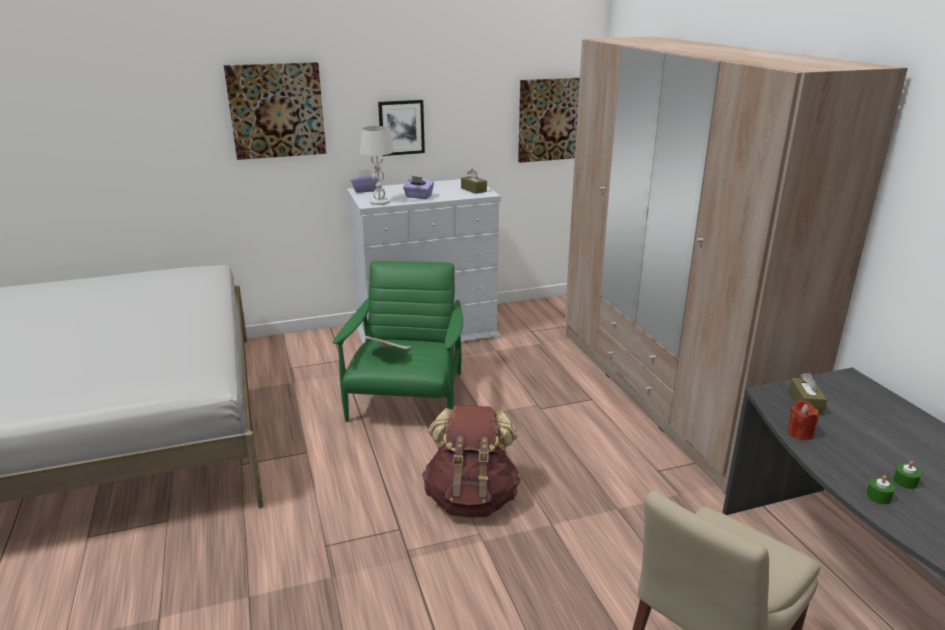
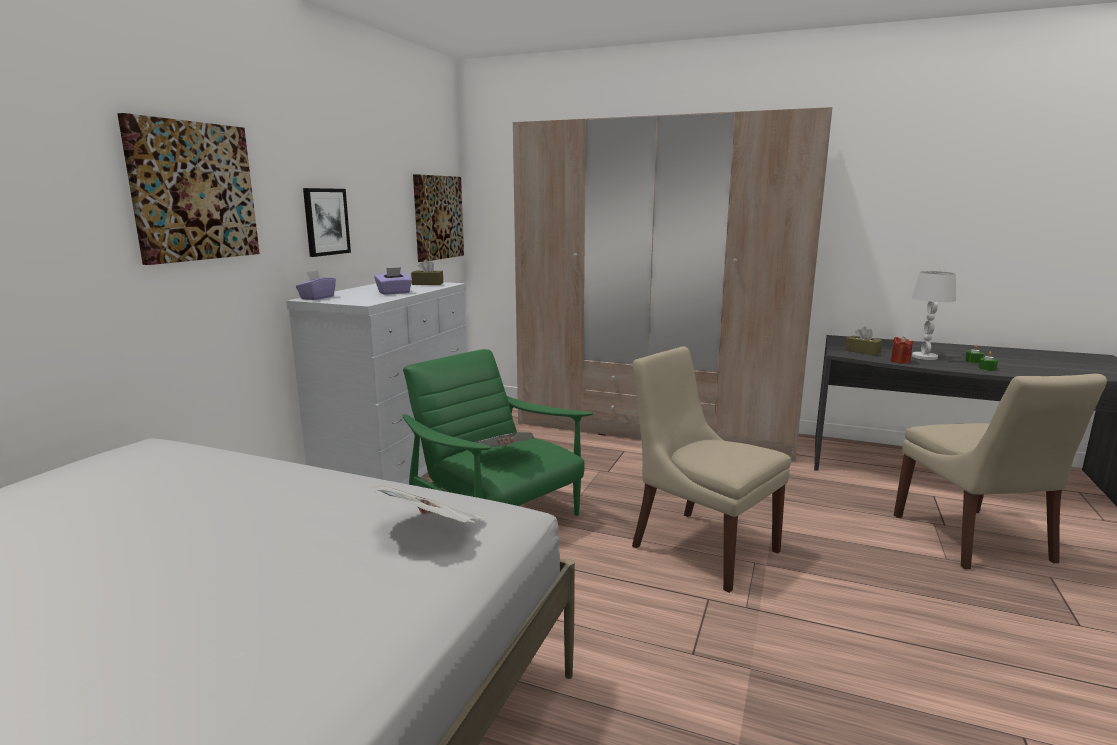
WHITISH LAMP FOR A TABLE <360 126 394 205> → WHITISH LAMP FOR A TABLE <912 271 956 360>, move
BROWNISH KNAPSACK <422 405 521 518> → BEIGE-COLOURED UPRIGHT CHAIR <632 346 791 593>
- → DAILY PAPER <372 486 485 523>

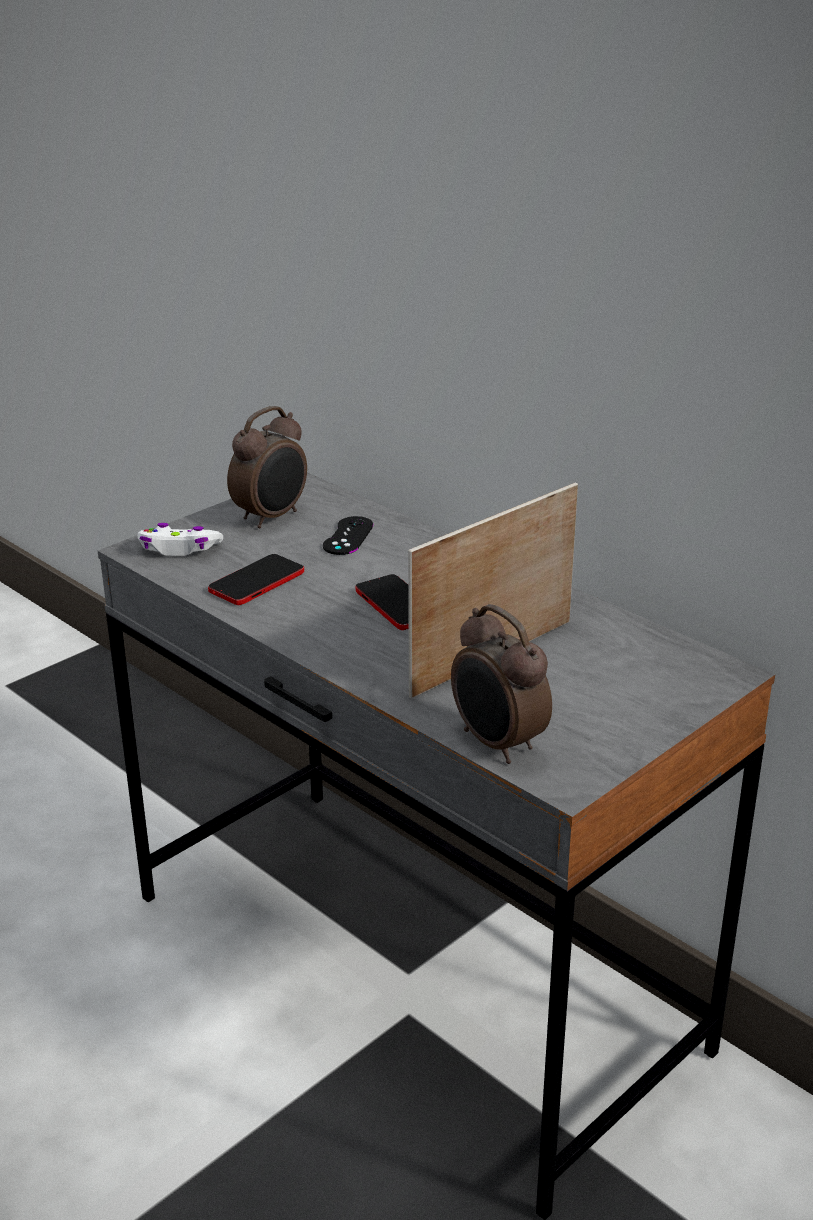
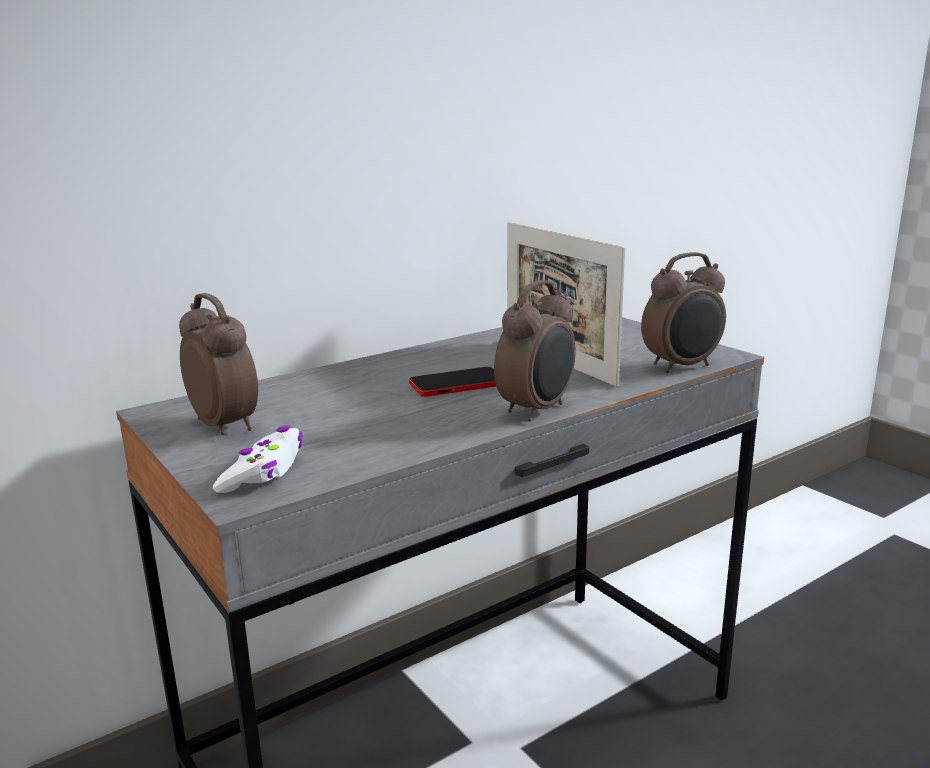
PHONE <208 554 304 605> → -
BLACKISH GAMEPAD <323 516 373 555> → -
- → TABLE CLOCK <494 280 576 422>

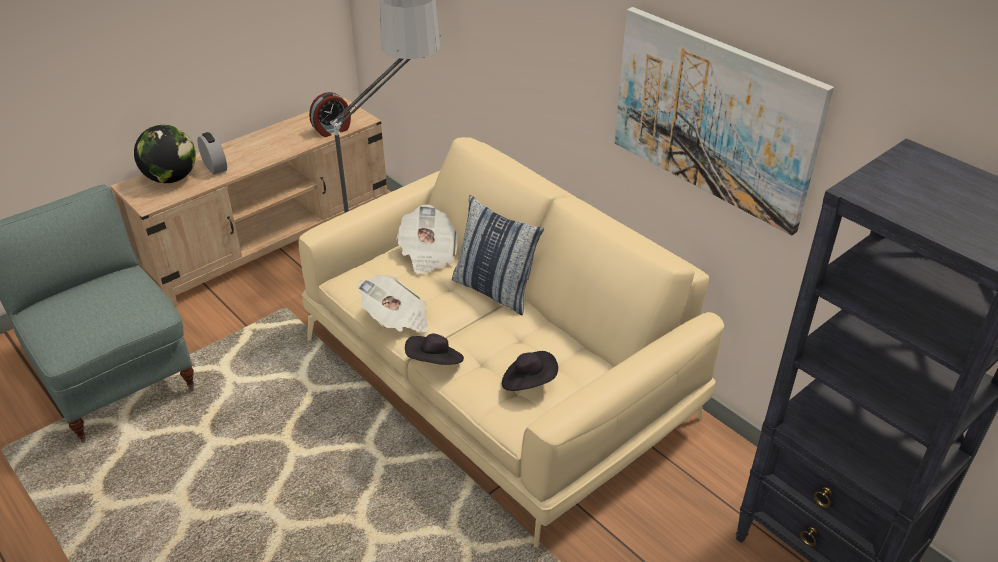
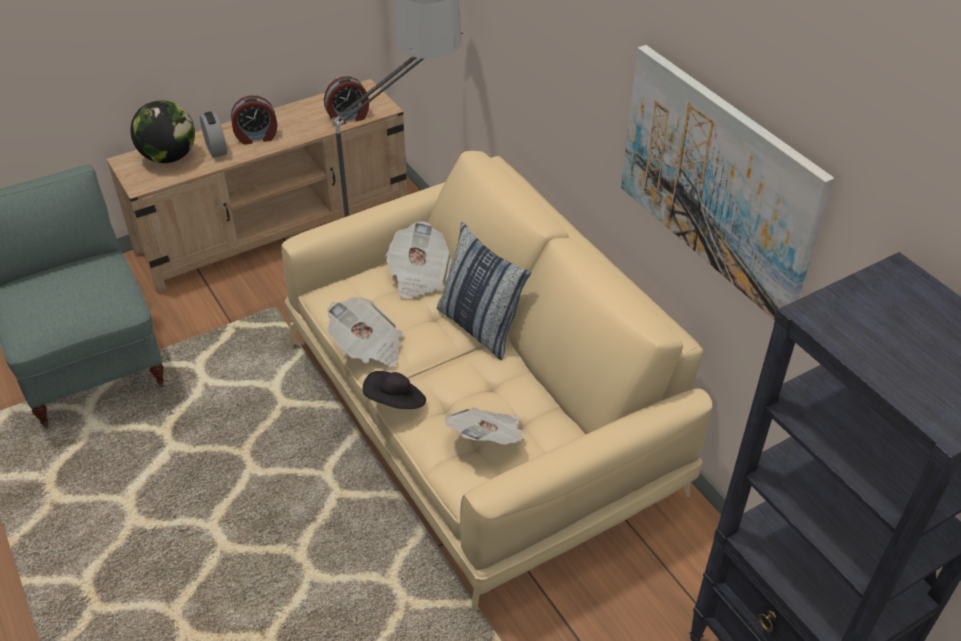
BLACKISH HAT <502 351 558 391> → DAILY PAPER <445 407 524 445>
- → TABLE CLOCK <231 96 278 145>

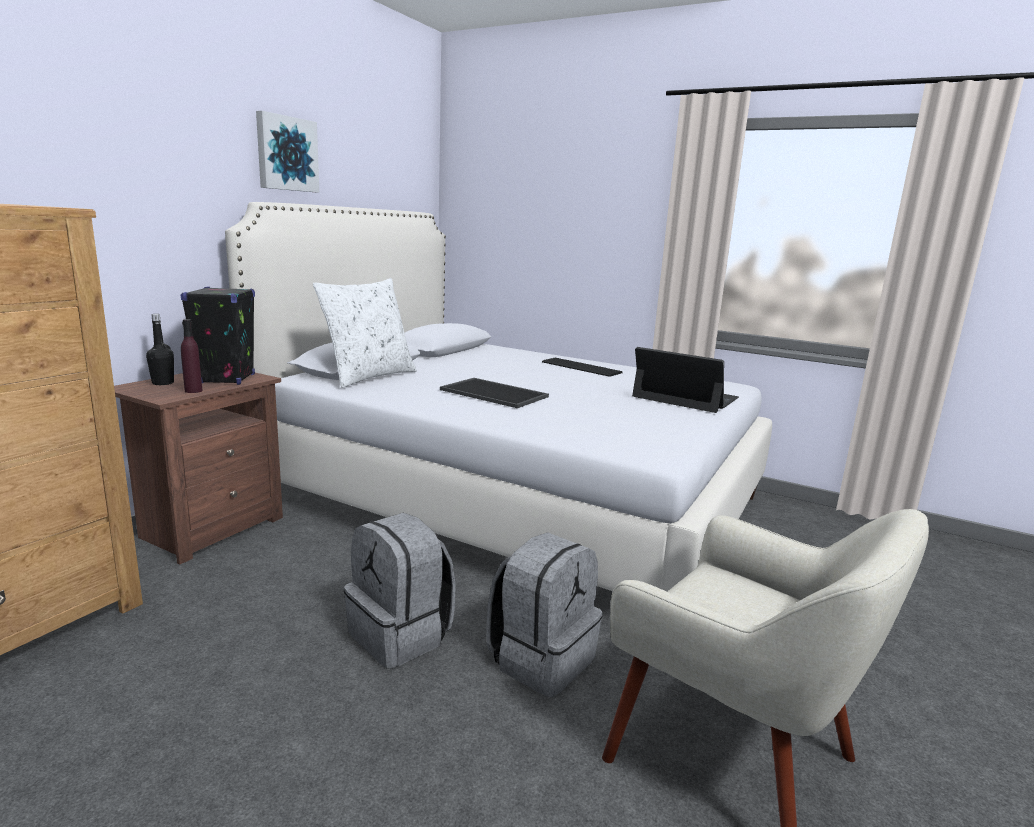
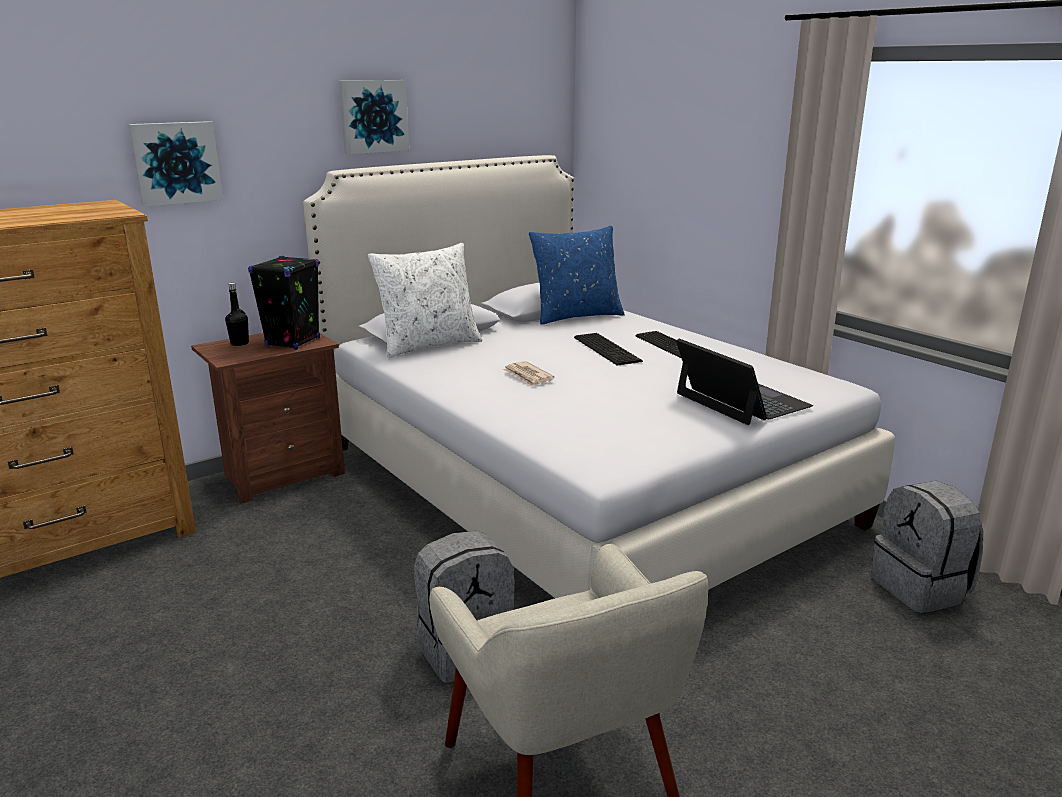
PURPLE-COLOURED BOTTLE <181 319 203 393> → -
GREY KNAPSACK <344 513 456 668> → GREY KNAPSACK <871 481 983 613>, move
SERVING TRAY <440 378 549 408> → DAILY PAPER <503 361 555 387>
- → PICTURE <128 121 223 207>
- → BLUE-COLOURED PILLOW <529 225 625 325>
- → KEYBOARD <574 333 643 366>

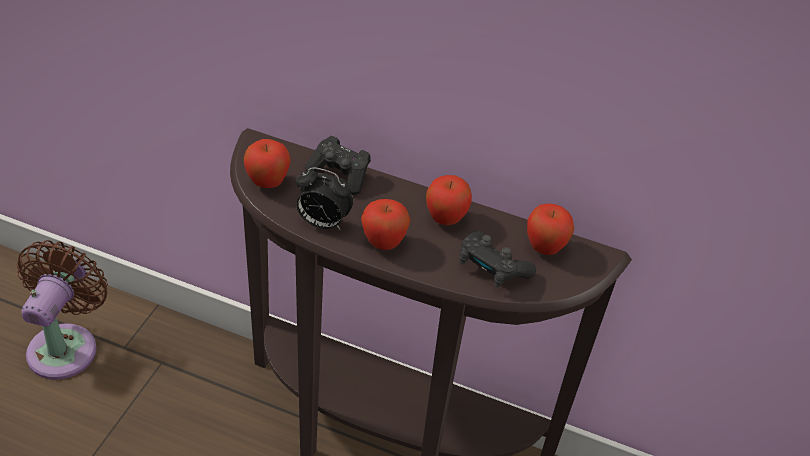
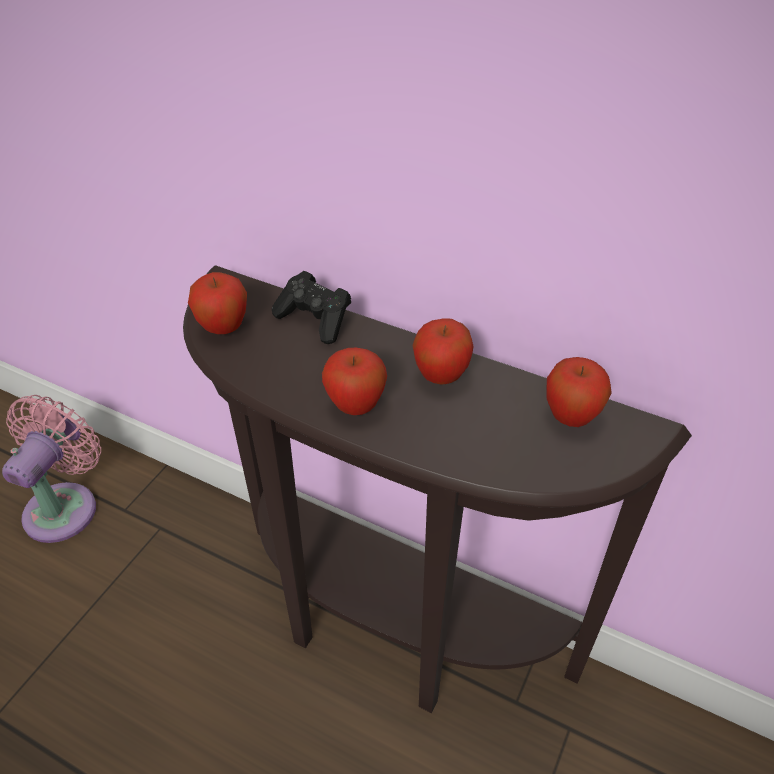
BROWNISH COOLING FAN <17 240 108 380> → PINK-COLOURED COOLING FAN <2 395 101 543>
TABLE CLOCK <296 167 354 230> → -
BLACKISH GAMEPAD <459 231 536 288> → -

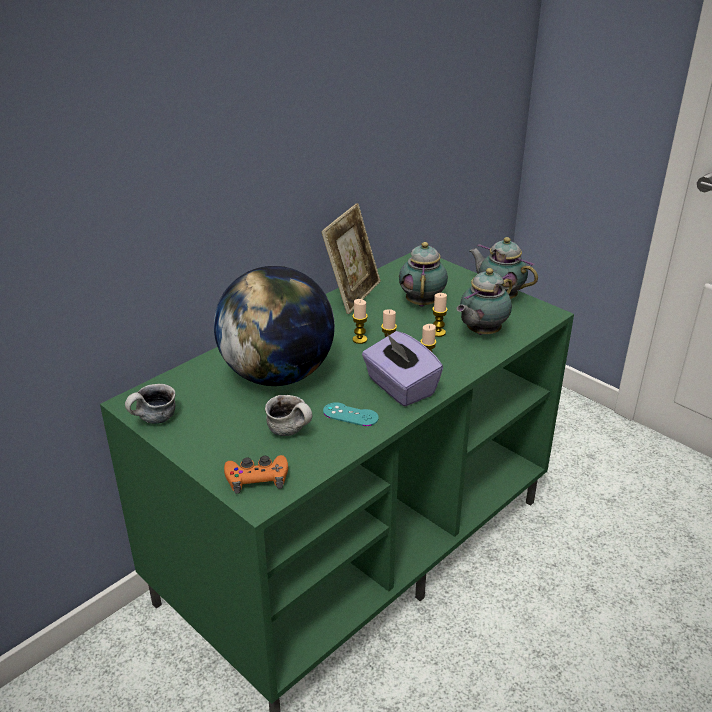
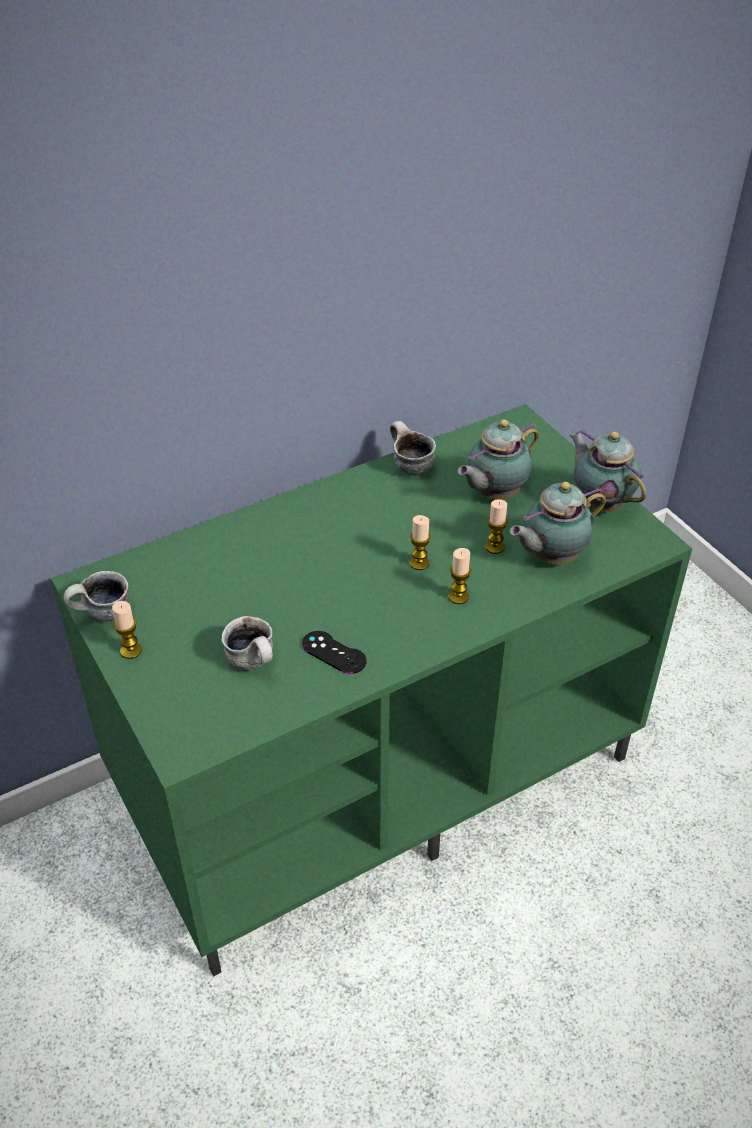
WORLD GLOBE <214 266 335 386> → -
ORANGEY GAMEPAD <224 455 288 494> → -
PHOTO FRAME <321 203 381 314> → TEA MUG <390 421 436 475>
BLUE-GREEN GAMEPAD <323 402 379 426> → BLACKISH GAMEPAD <302 631 367 674>
CANDLE <352 299 368 344> → CANDLE <112 601 142 659>, move
PURPLE-COLOURED TISSUE BOX <362 331 443 407> → -
TEA POT <399 242 448 307> → TEA POT <458 419 539 500>, 150 degrees counterclockwise

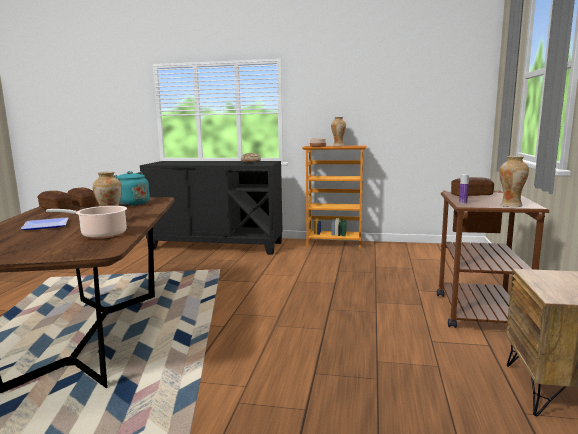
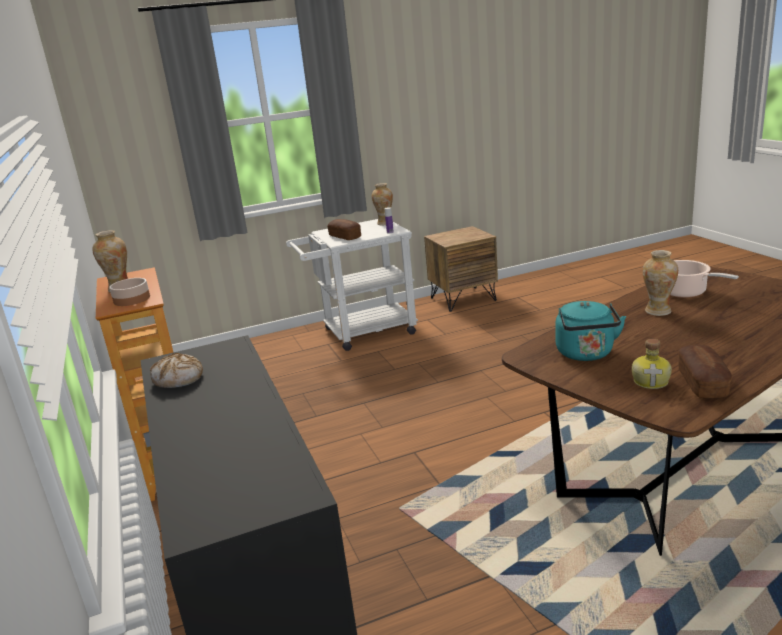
DINNER PLATE <21 217 68 230> → -
BAKERY BREAD <68 188 97 207> → BOTTLE <632 339 672 389>
BROWNISH CART <437 191 549 328> → WHITISH CART <286 219 418 351>

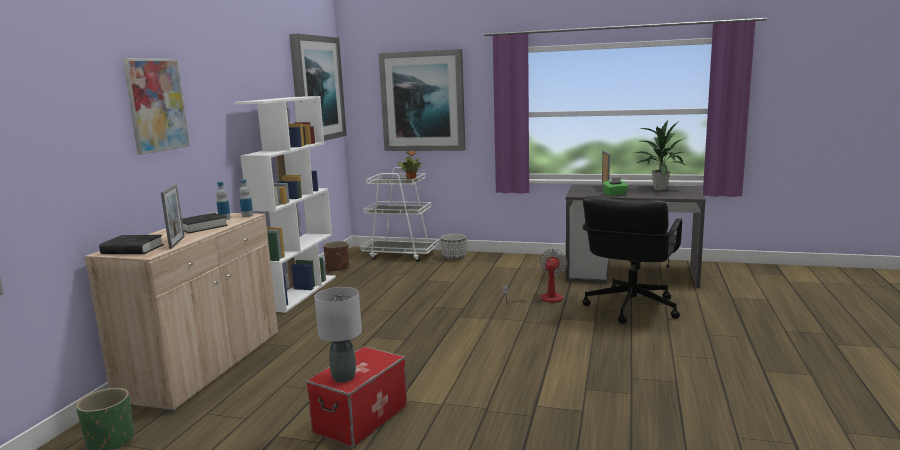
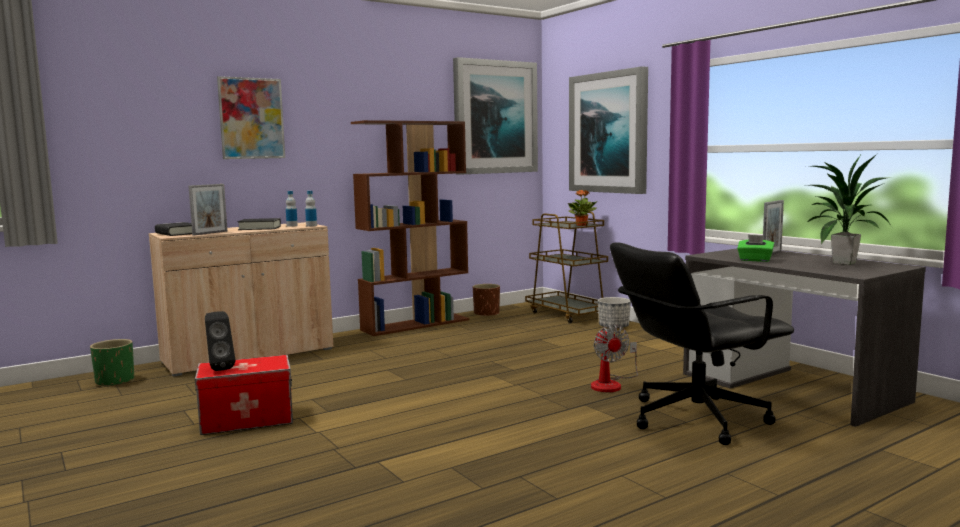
WHITISH BOOKCASE <234 96 336 313> → BROWNISH BOOKCASE <351 120 469 336>
GREY LAMP FOR A TABLE <315 287 362 383> → BLACKISH SPEAKER <205 311 235 371>
WHITISH CART <361 167 439 262> → BROWNISH CART <525 212 608 323>
COOLING FAN <502 249 567 306> → COOLING FAN <591 324 638 392>, 105 degrees clockwise

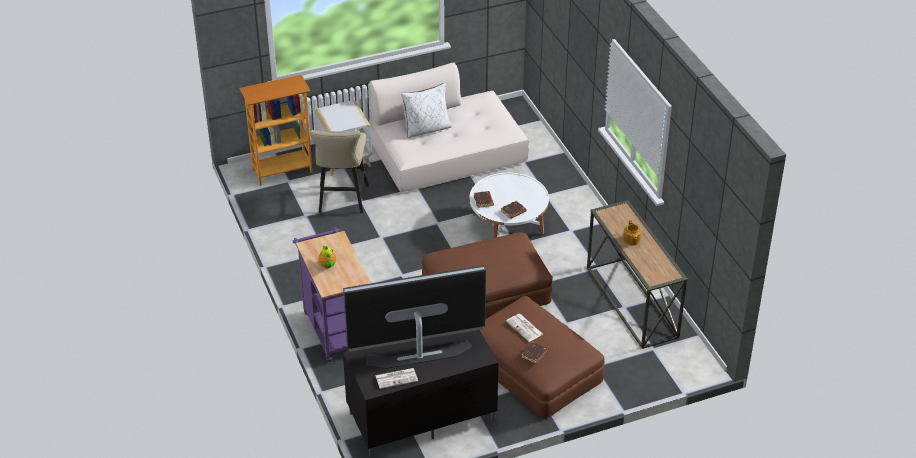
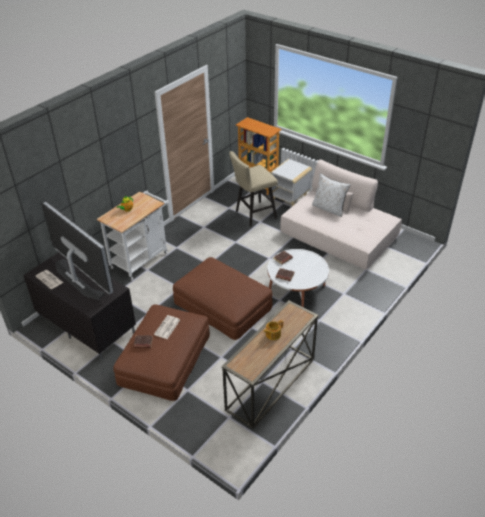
PURPLE-COLOURED CART <293 228 371 363> → WHITISH CART <97 191 169 280>

